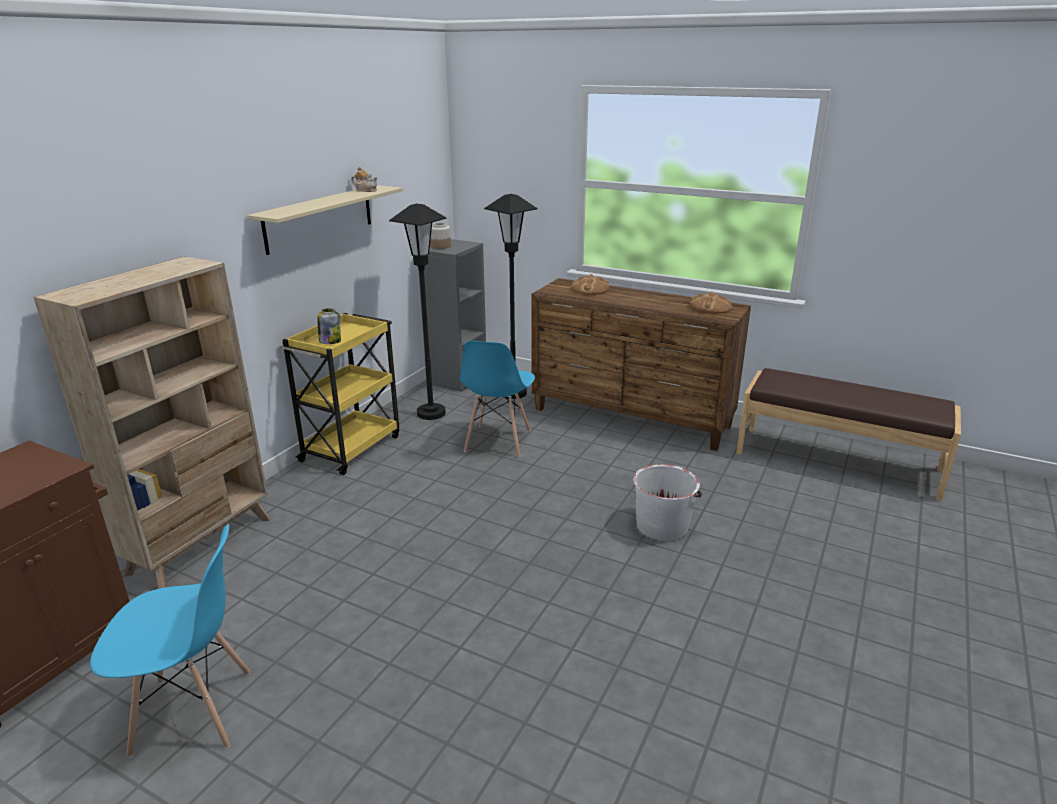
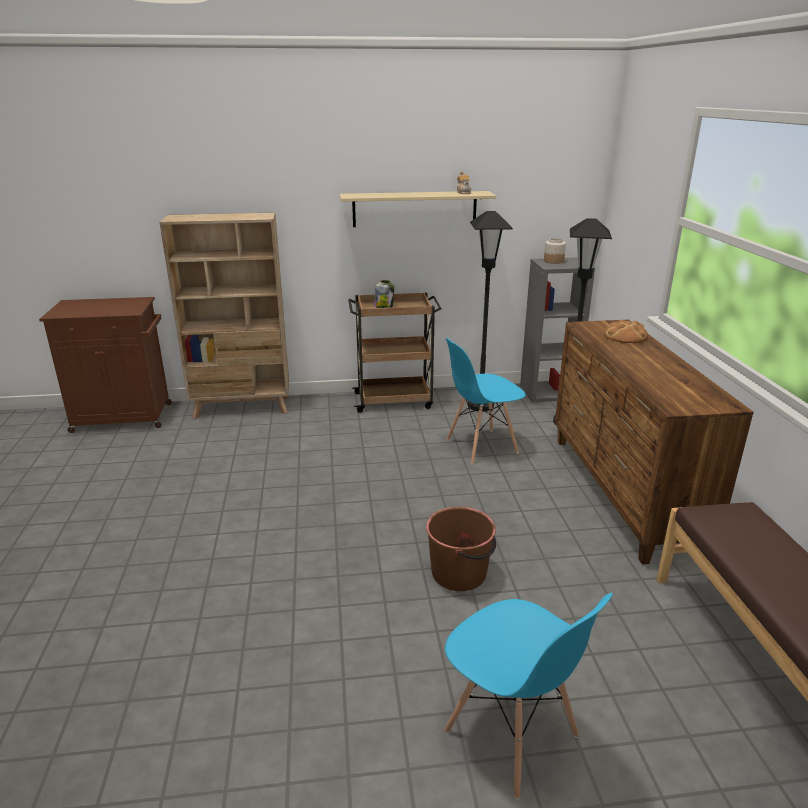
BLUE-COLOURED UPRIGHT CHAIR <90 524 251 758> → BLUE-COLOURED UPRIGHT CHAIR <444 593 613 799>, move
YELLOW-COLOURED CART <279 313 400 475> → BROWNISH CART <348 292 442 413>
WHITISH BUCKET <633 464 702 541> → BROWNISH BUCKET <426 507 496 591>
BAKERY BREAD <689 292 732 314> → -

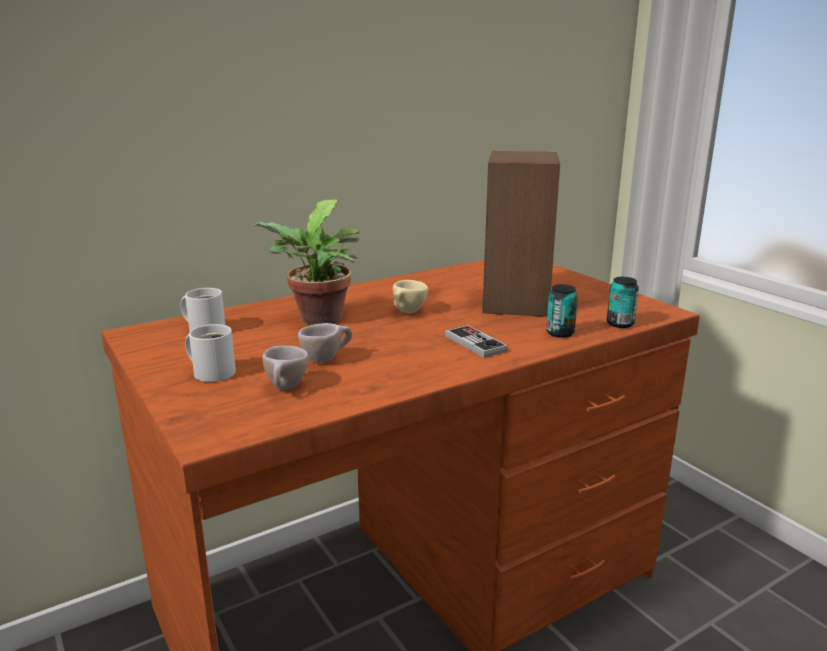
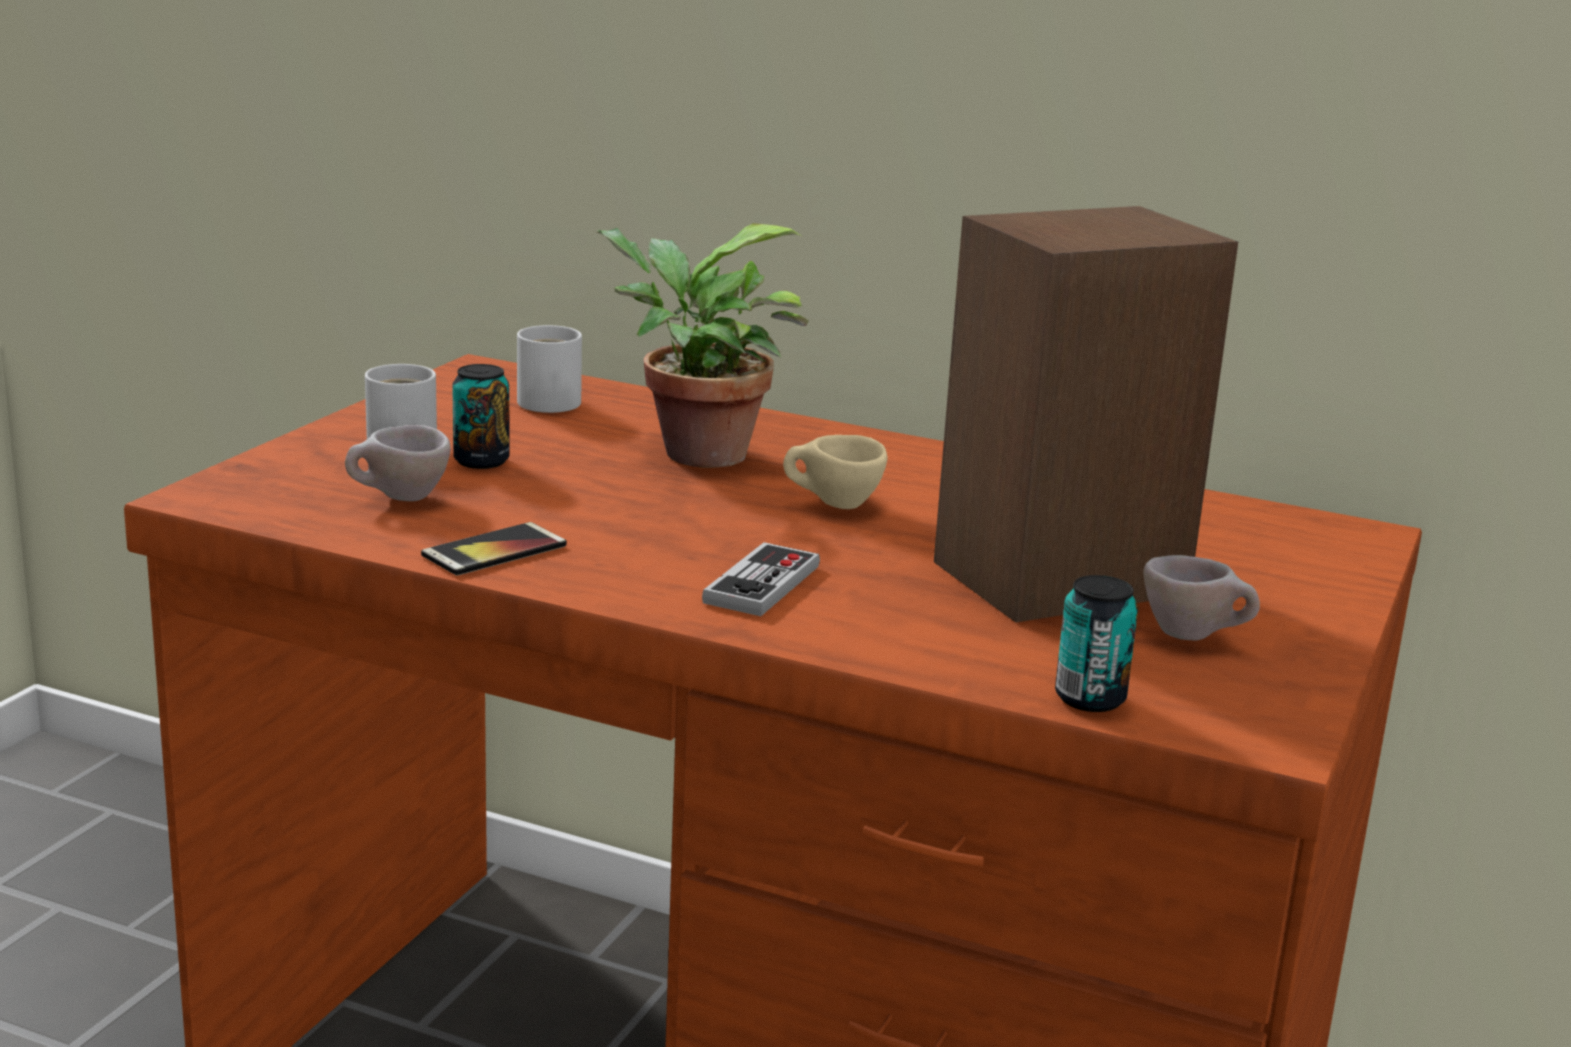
BEIGE-COLOURED CUP <298 323 352 363> → BEIGE-COLOURED CUP <1143 555 1260 640>, move
CAN <546 284 578 338> → CAN <452 364 510 469>, move
- → PHONE <421 522 567 576>

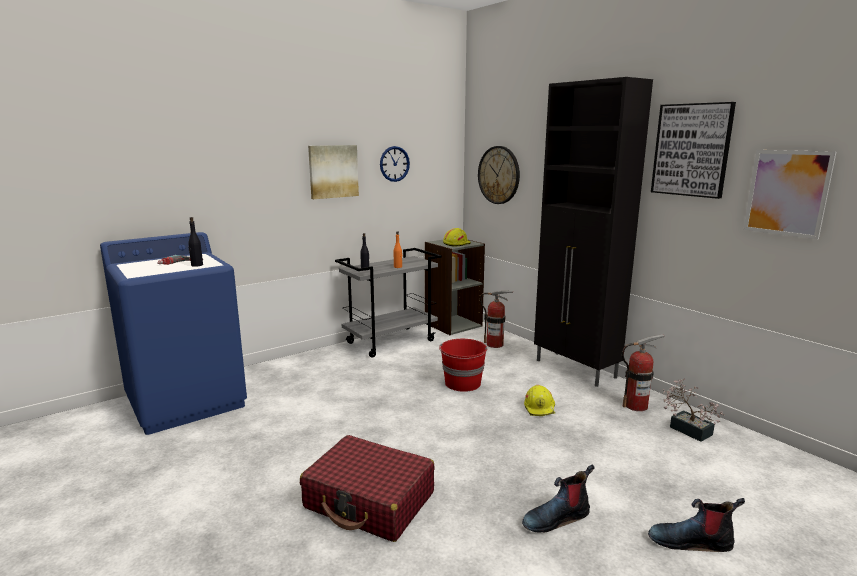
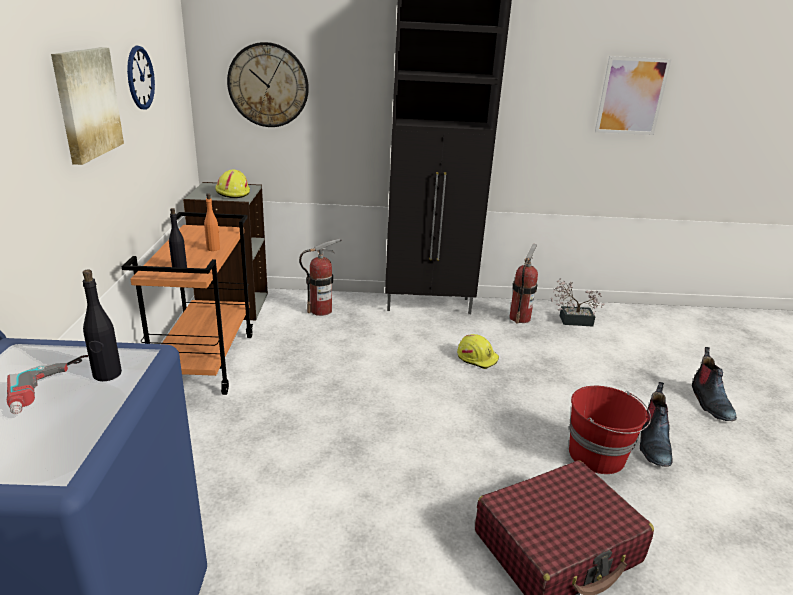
GREY CART <335 248 441 358> → ORANGEY CART <122 212 253 395>
REDDISH BUCKET <439 339 487 392> → REDDISH BUCKET <569 386 651 474>, move
HIGH-TOP BOOT <648 498 745 552> → HIGH-TOP BOOT <692 347 737 421>, 45 degrees counterclockwise
PICTURE <651 102 736 199> → -

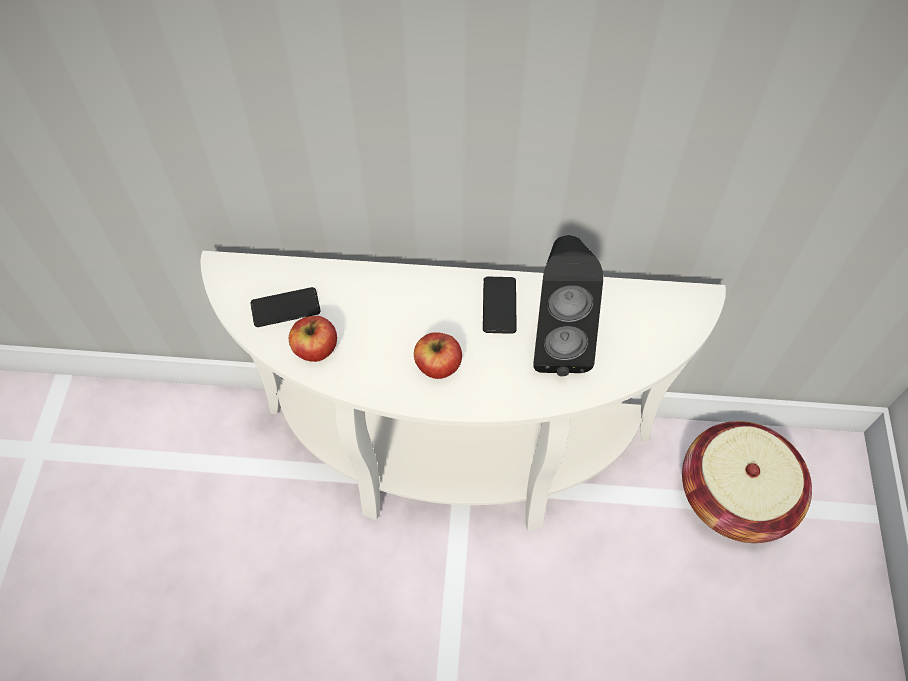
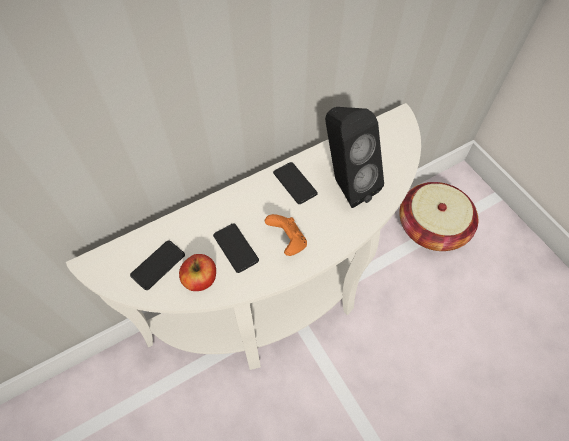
APPLE <414 332 462 379> → ORANGEY GAMEPAD <265 214 307 256>
- → PHONE <213 223 259 273>

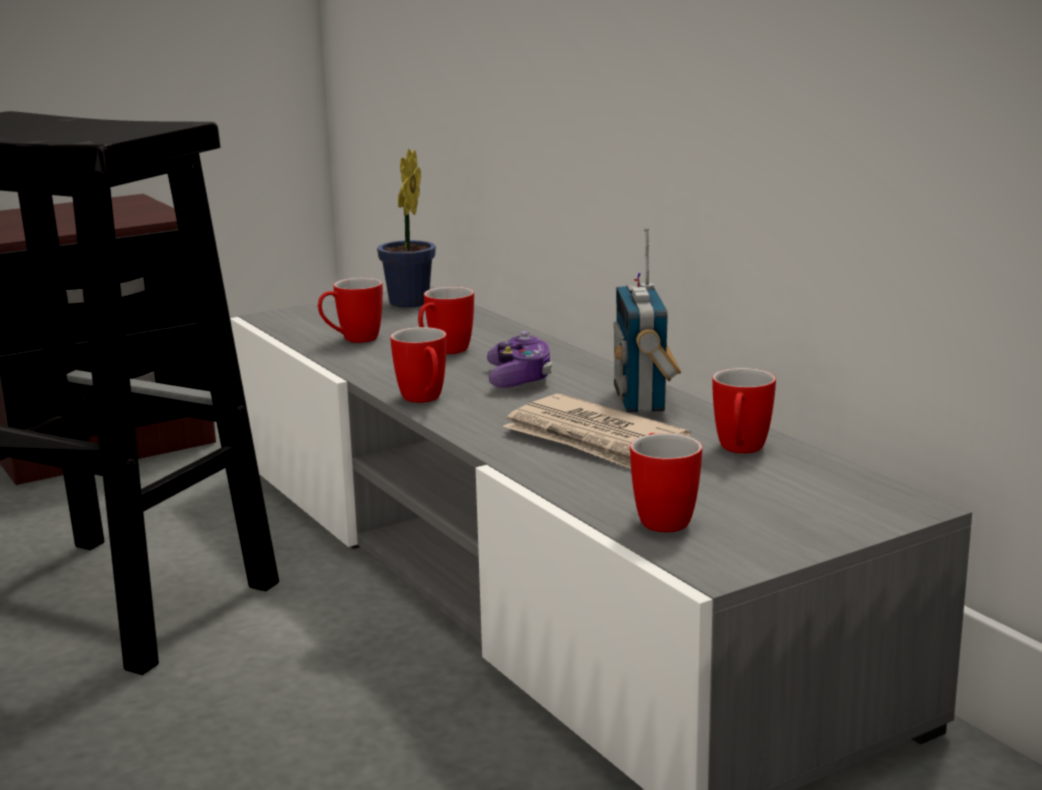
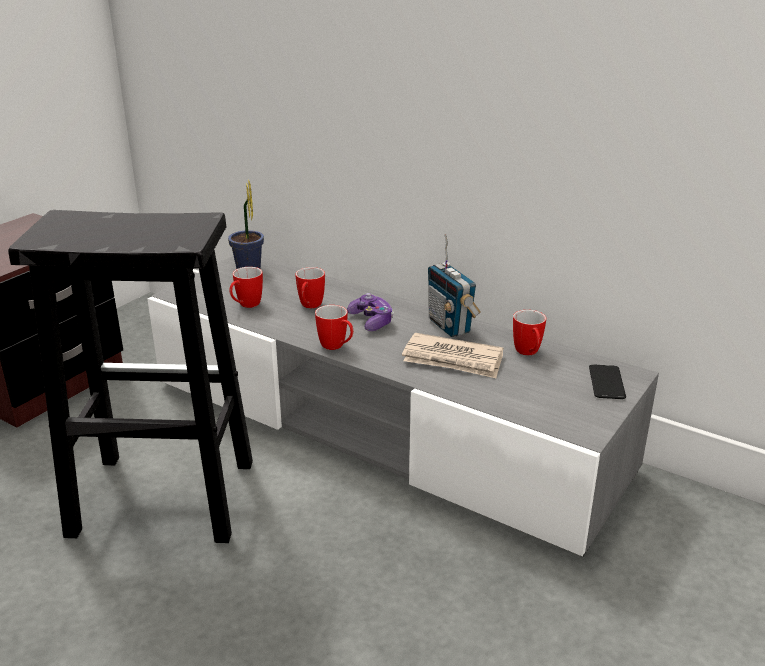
TEA MUG <630 433 702 532> → -
- → PHONE <589 364 626 399>

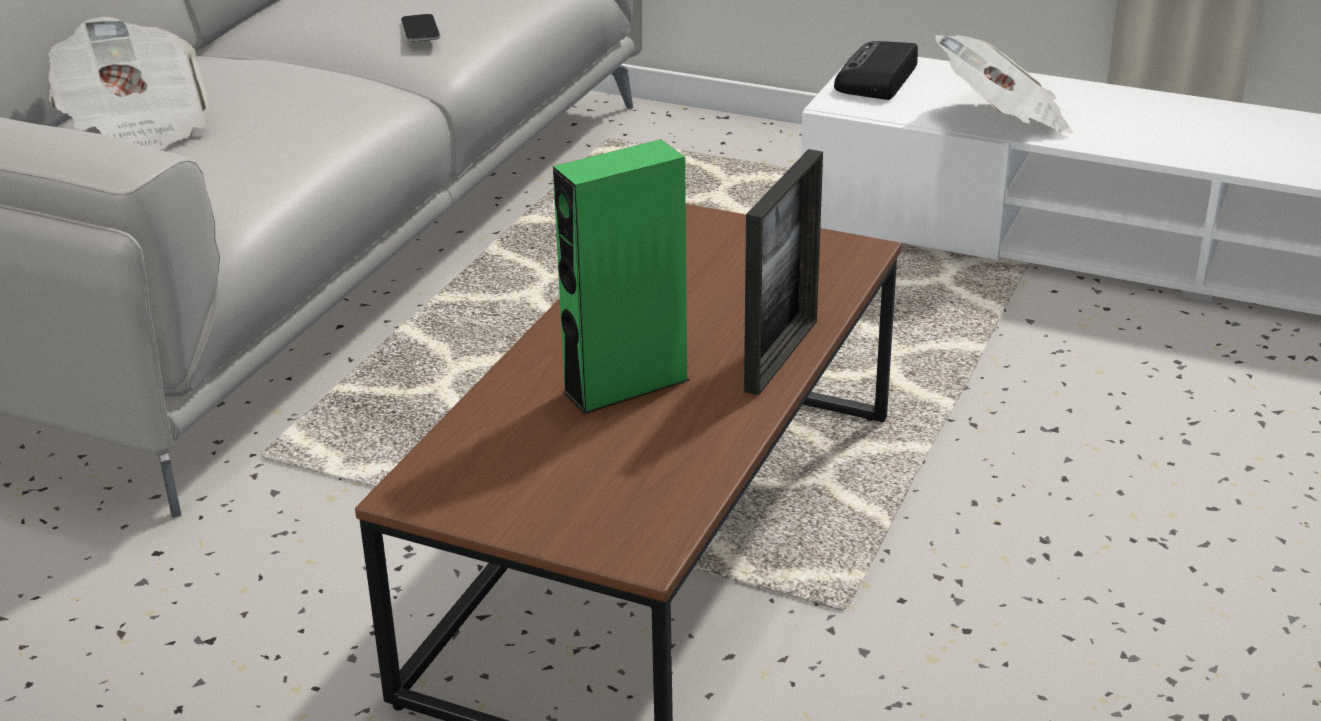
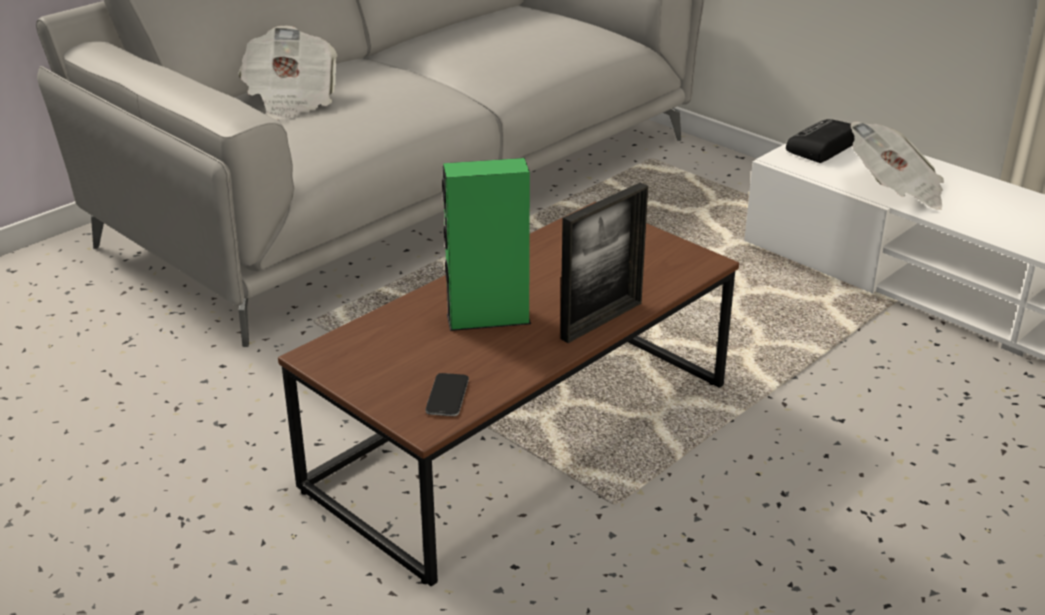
PHONE <401 14 440 42> → PHONE <425 373 469 416>, move

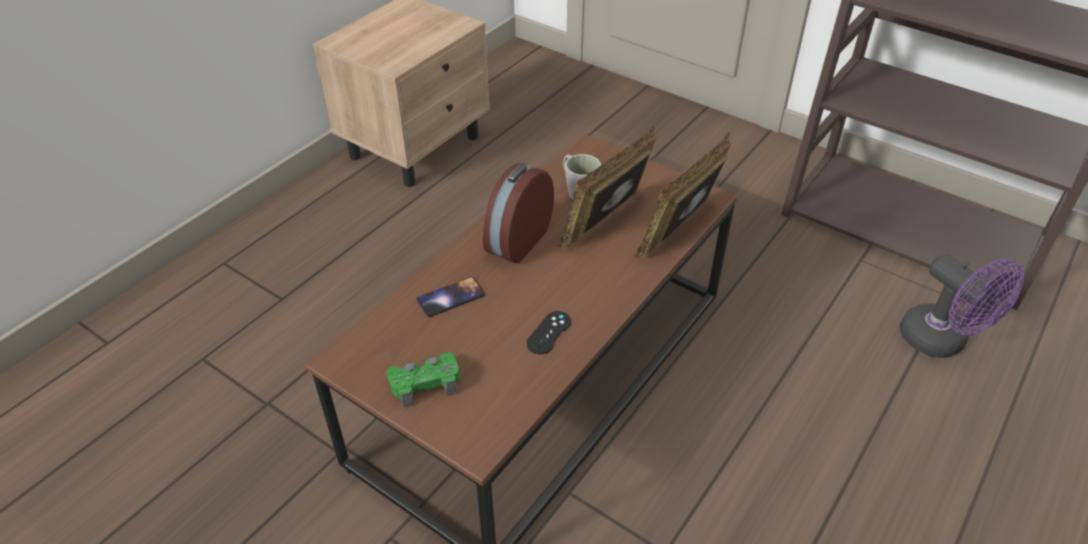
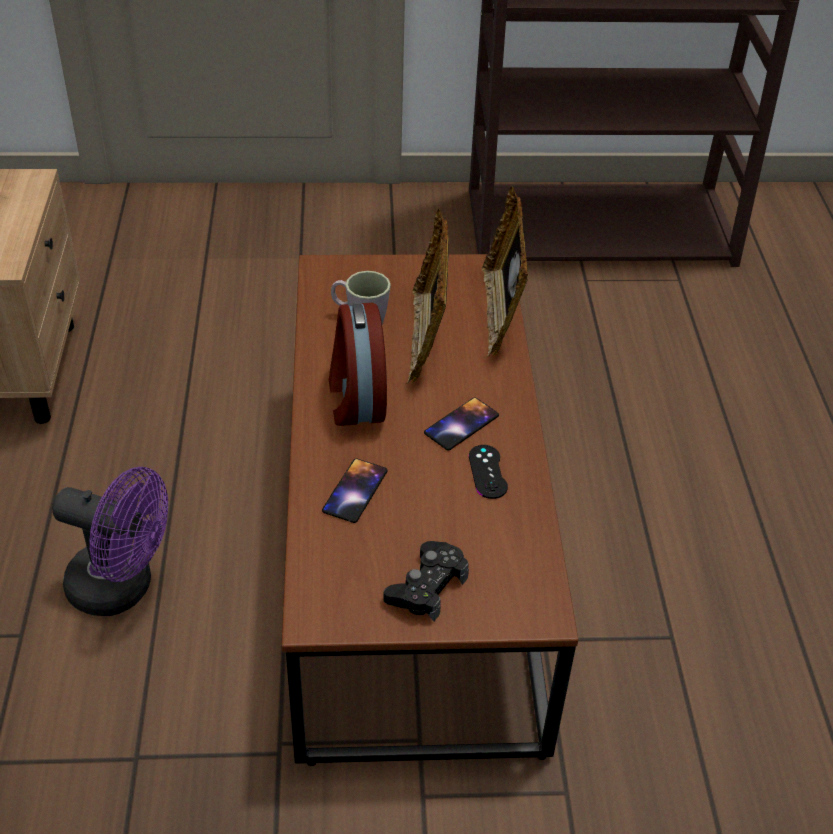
GREEN GAMEPAD <386 353 459 407> → BLACKISH GAMEPAD <383 541 469 621>
PURPLE-COLOURED COOLING FAN <900 254 1024 358> → PURPLE-COLOURED COOLING FAN <52 467 168 616>, move
- → PHONE <424 397 499 451>

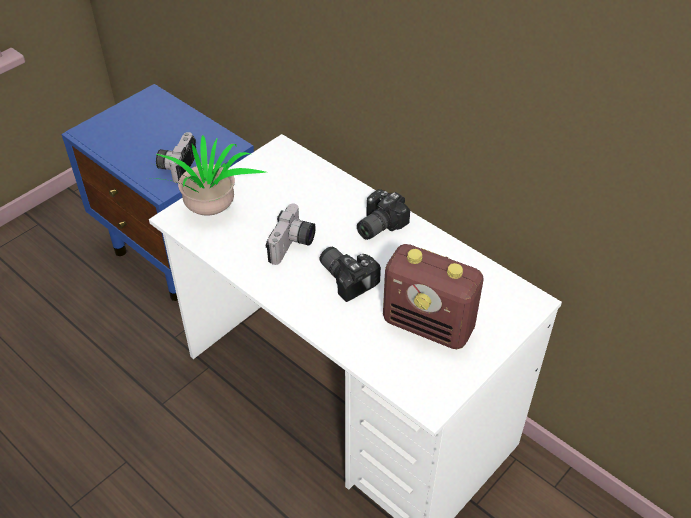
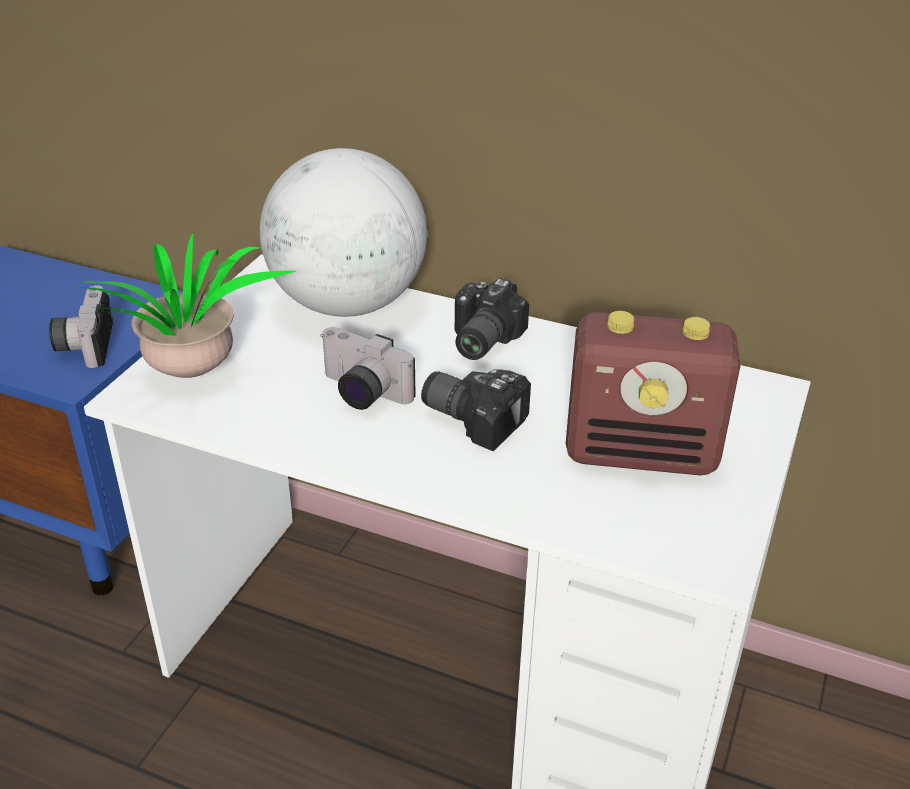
PHOTO CAMERA <266 203 316 265> → PHOTO CAMERA <320 327 416 410>, 120 degrees clockwise
- → WORLD GLOBE <260 148 427 317>

